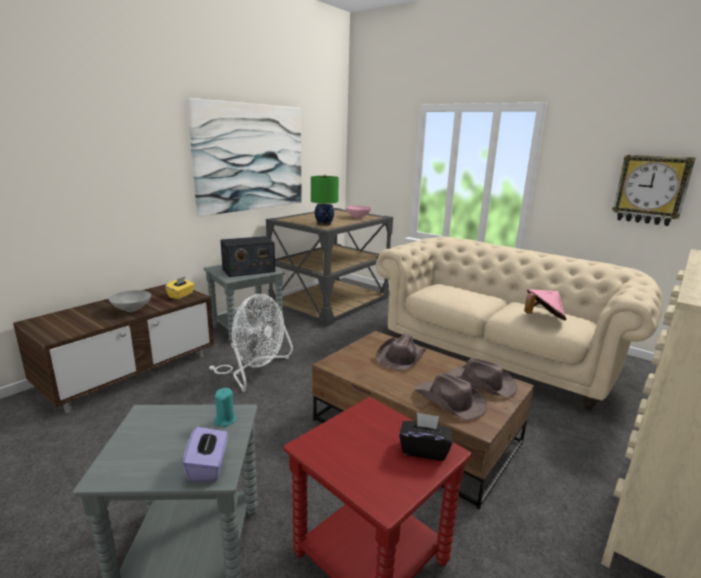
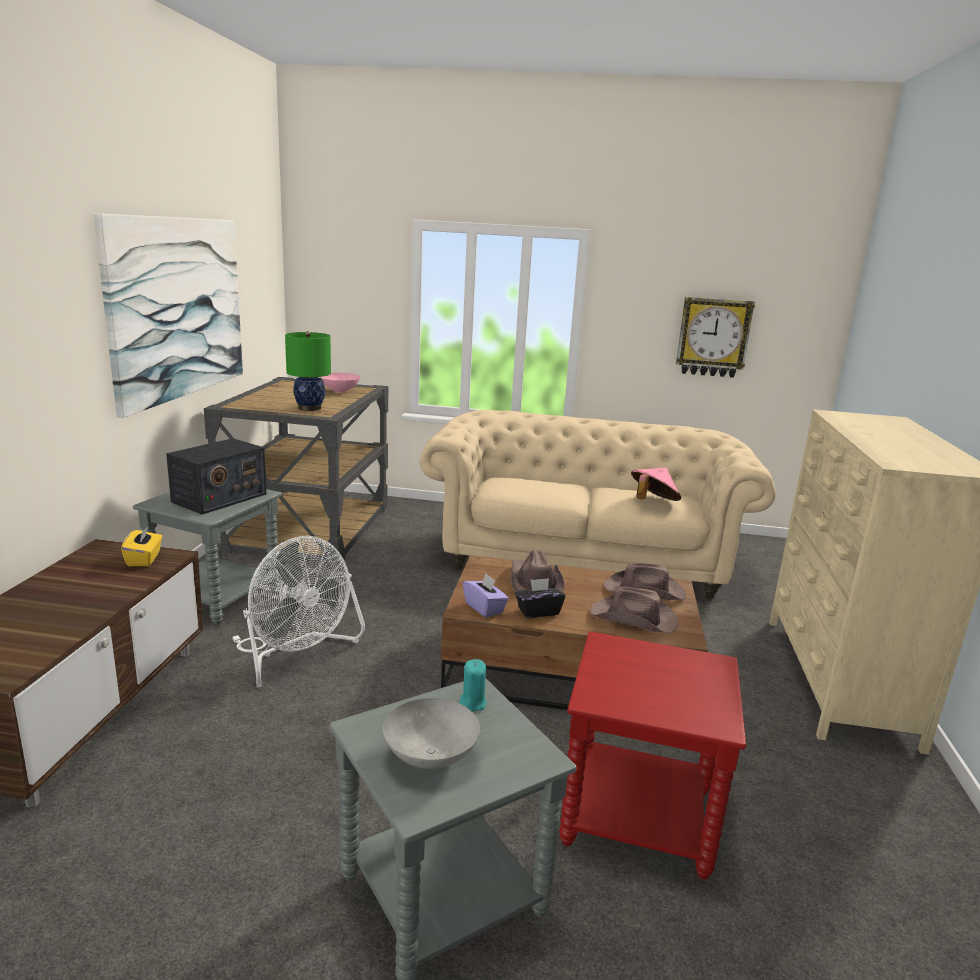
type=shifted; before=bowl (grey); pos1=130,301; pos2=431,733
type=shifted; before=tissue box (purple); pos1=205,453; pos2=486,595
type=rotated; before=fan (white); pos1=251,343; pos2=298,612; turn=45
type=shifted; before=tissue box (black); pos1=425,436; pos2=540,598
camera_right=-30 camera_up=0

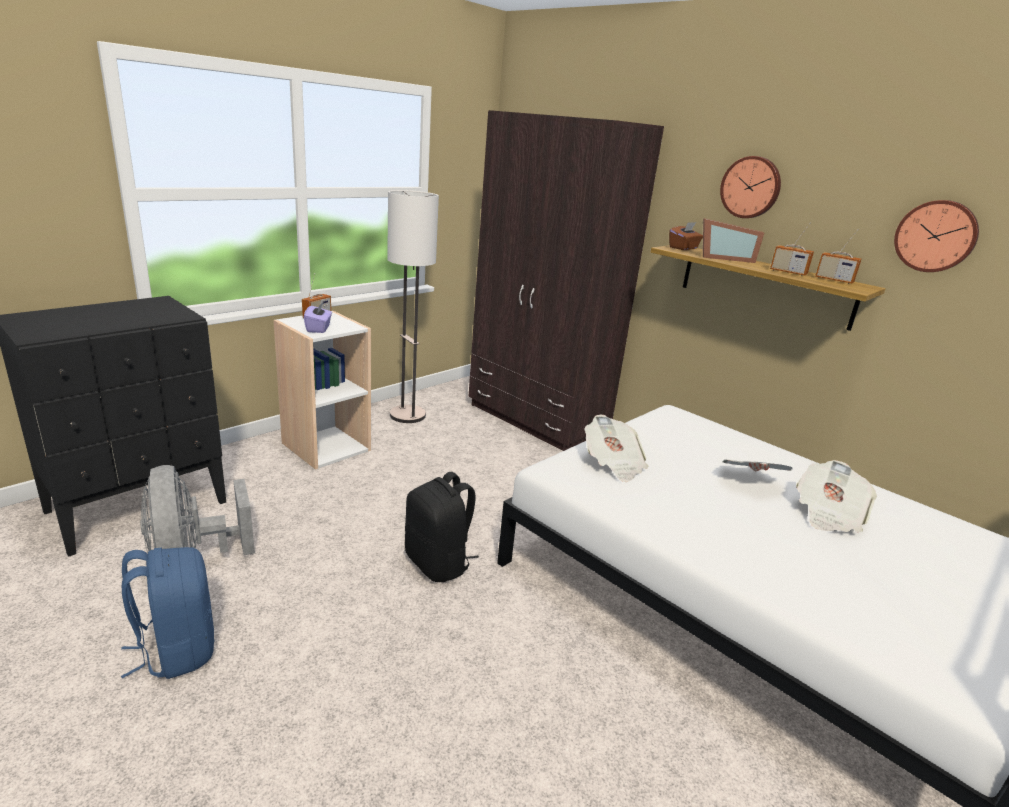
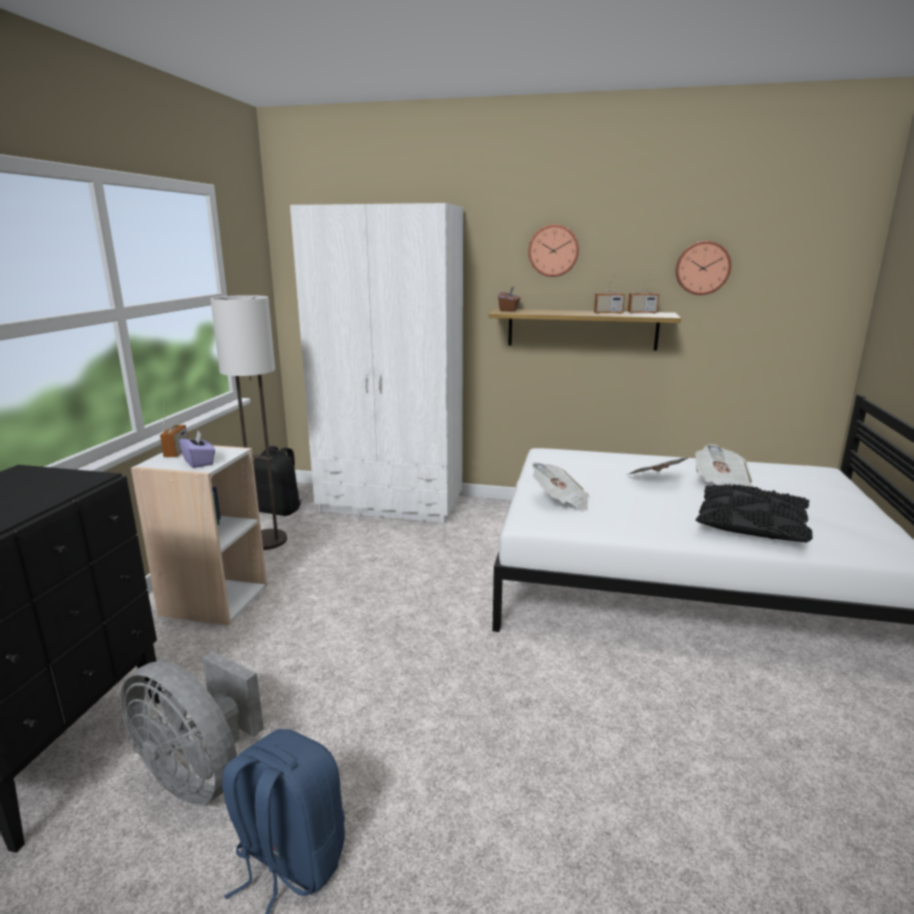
type=shifted; before=backpack (black); pos1=442,527; pos2=277,481
type=repainted; before=wardrobe (brown); after=wardrobe (white); pos1=566,280; pos2=376,363
type=gone; before=picture frame; pos1=733,240
type=new; after=pillow (black); pos2=754,513
camera_right=-30 camera_up=-5

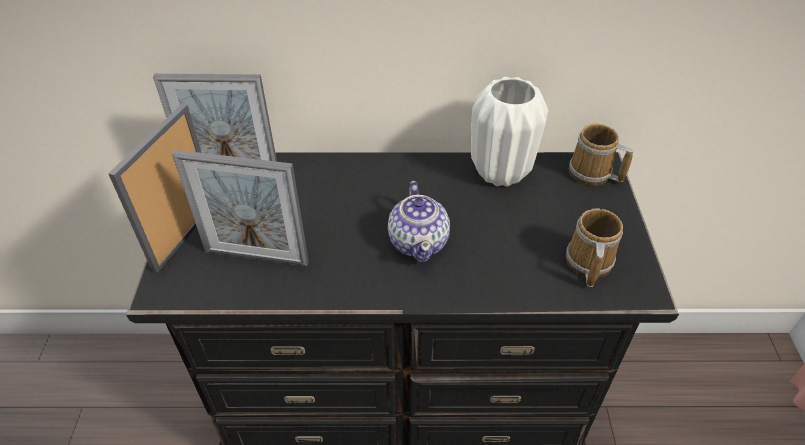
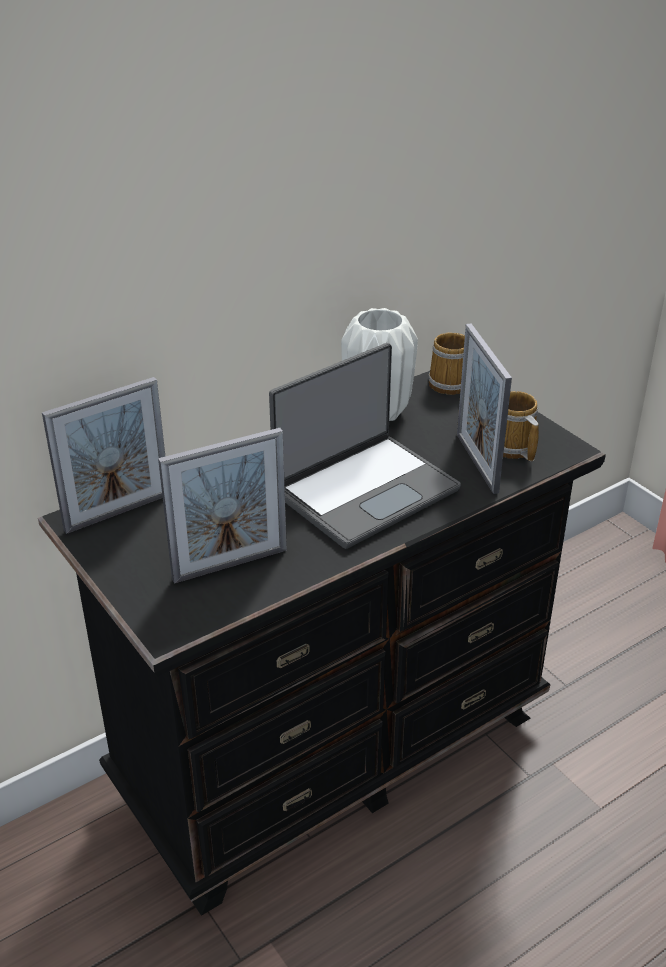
type=shifted; before=picture frame; pos1=155,188; pos2=484,409
type=swapped; before=teapot; after=laptop; pos1=419,221; pos2=365,446
camera_right=-35 camera_up=-10

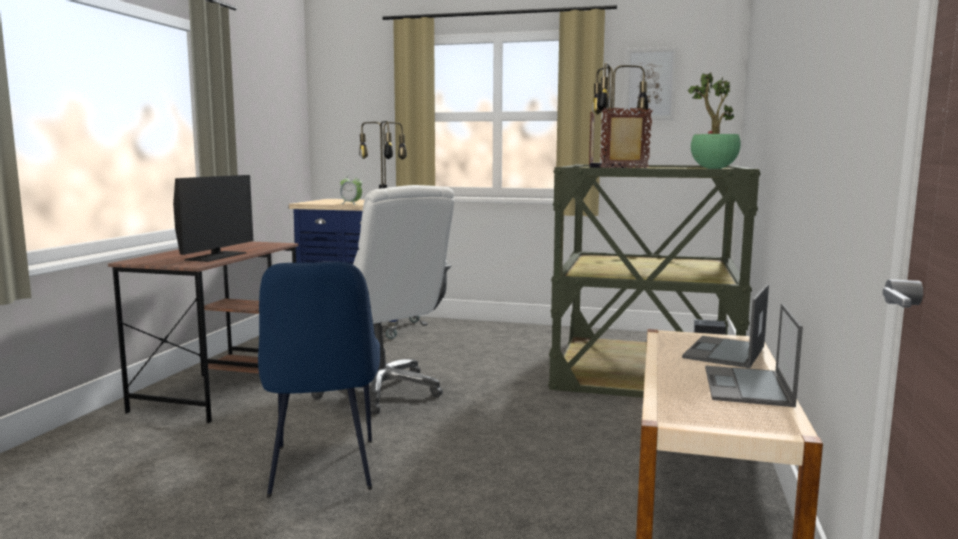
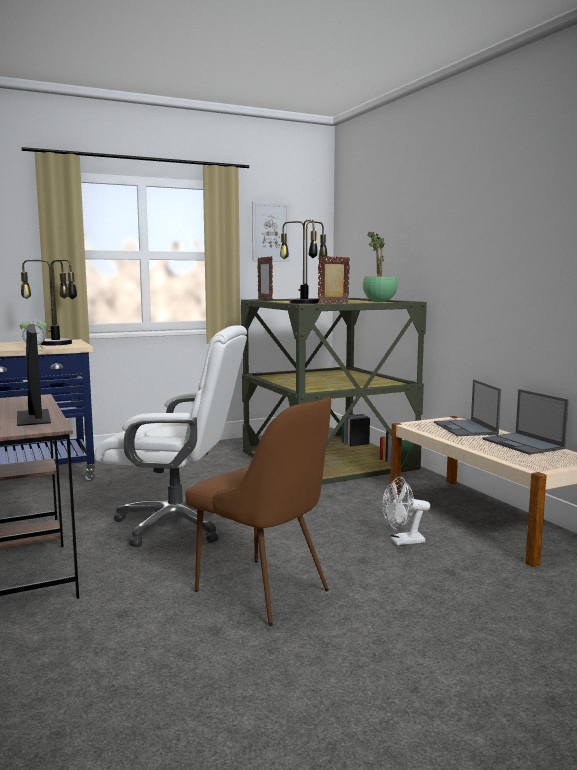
type=repainted; before=chair (blue); after=chair (brown); pos1=319,380; pos2=258,511
type=new; after=fan (white); pos2=406,511
camera_right=-40 camera_up=0

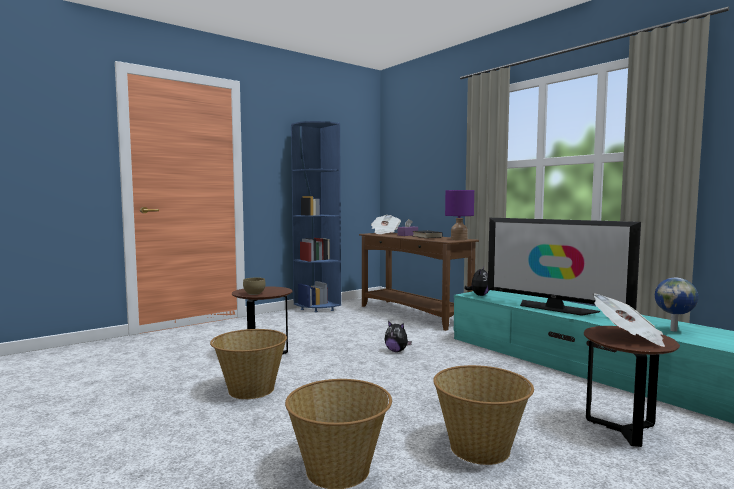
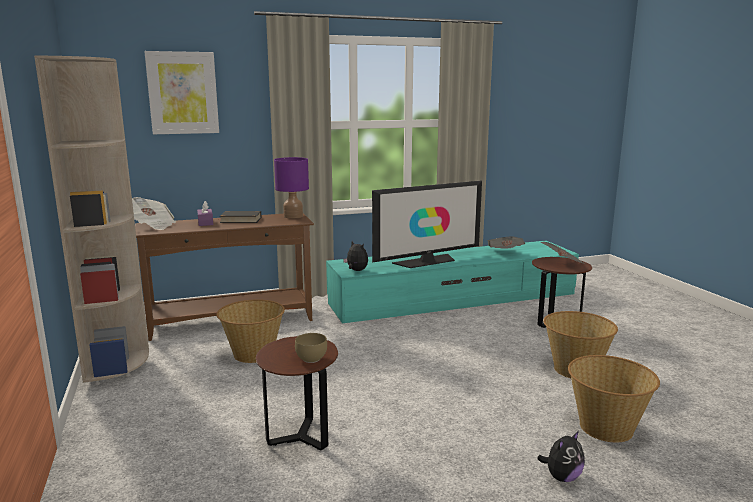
type=shifted; before=basket; pos1=248,364; pos2=250,331
type=repainted; before=bookcase (blue); after=bookcase (beige); pos1=316,216; pos2=91,220
type=shifted; before=plush toy; pos1=398,336; pos2=561,456
type=swapped; before=globe; after=newspaper; pos1=676,305; pos2=506,242
type=new; after=picture; pos2=181,92
camera_right=-70 camera_up=10

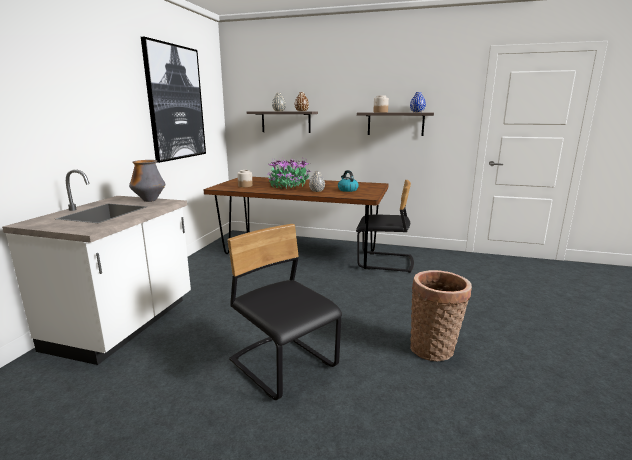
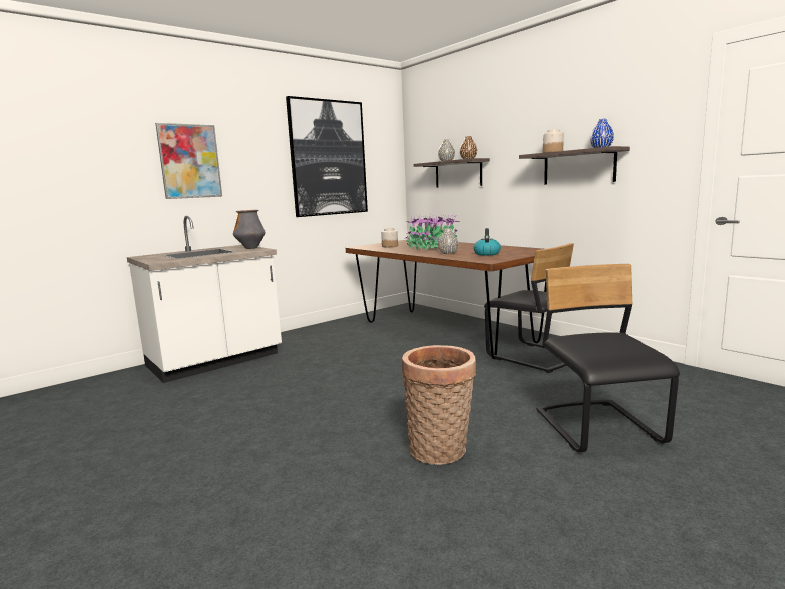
type=shifted; before=chair (black); pos1=284,312; pos2=608,358
type=new; after=picture; pos2=188,161
camera_right=35 camera_up=-5

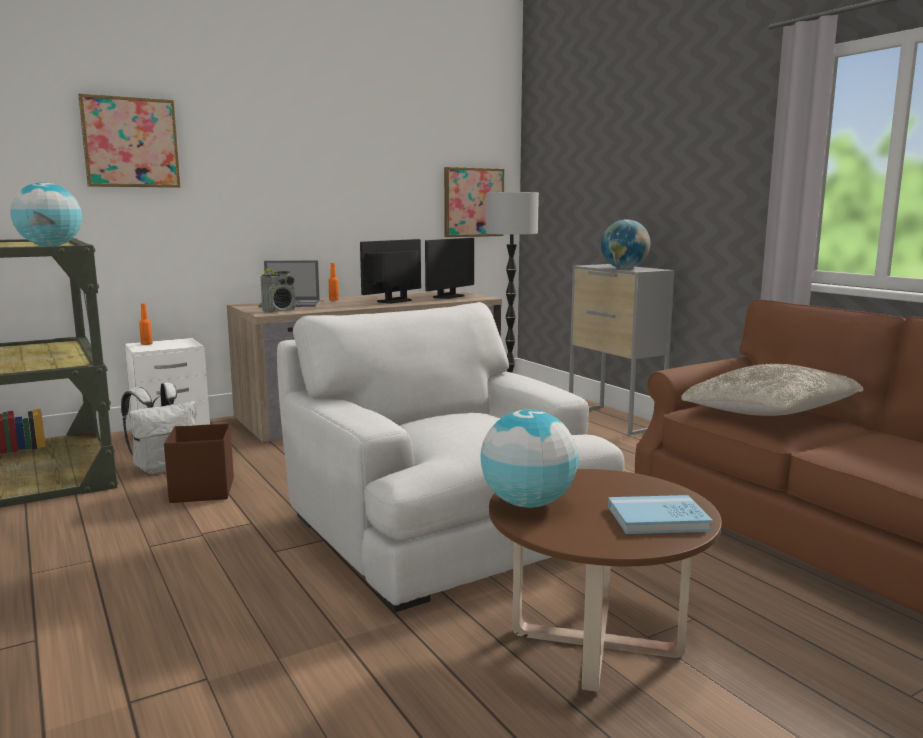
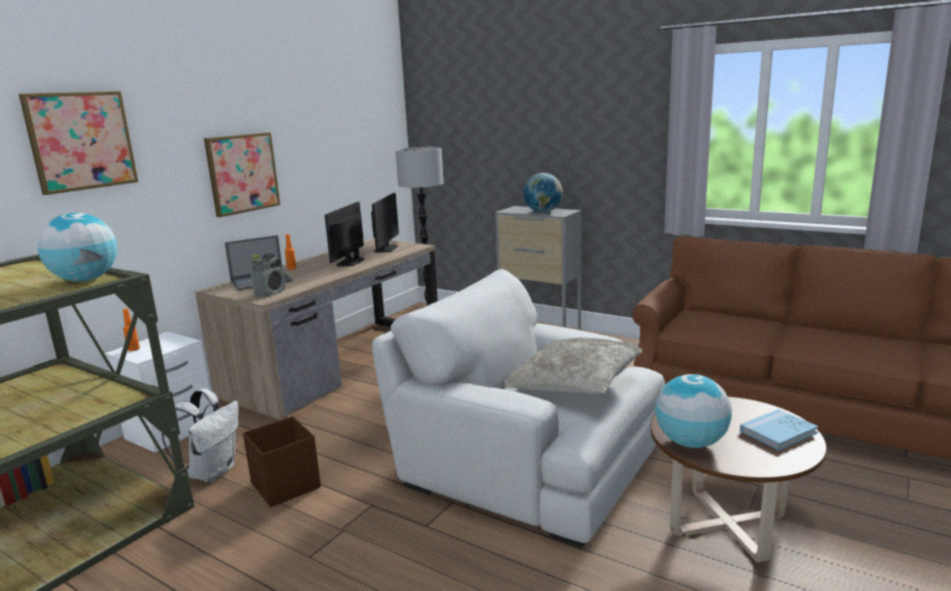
type=shifted; before=picture; pos1=474,202; pos2=242,174
type=shifted; before=pillow (beige); pos1=772,389; pos2=573,366
camera_right=-25 camera_up=5

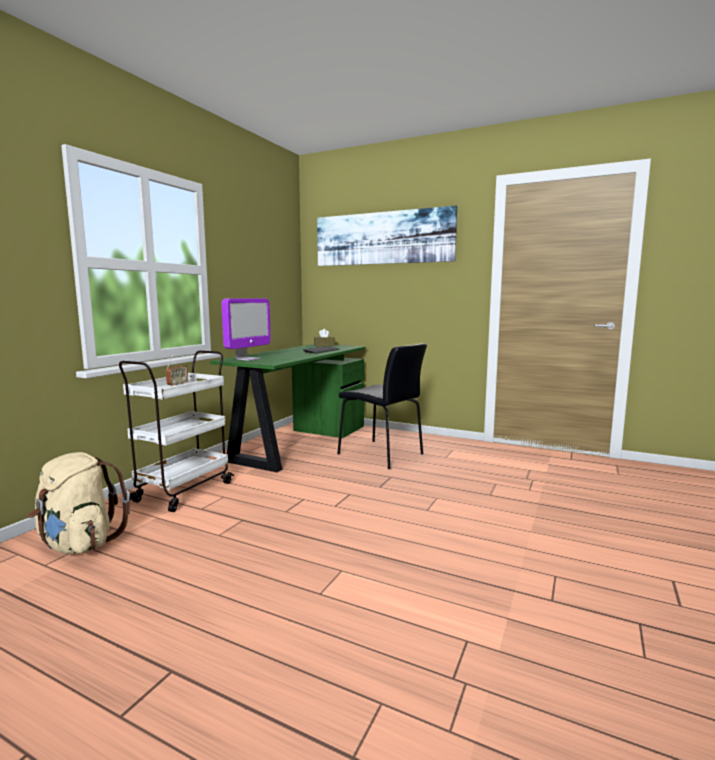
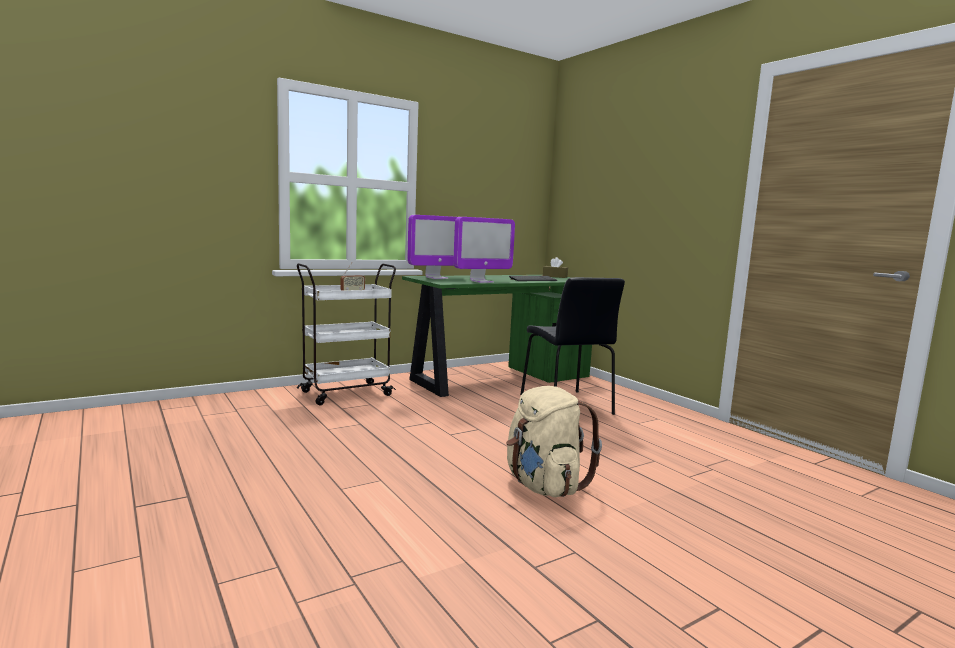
type=shifted; before=backpack (beige); pos1=79,503; pos2=554,441
type=gone; before=picture; pos1=387,236
type=new; after=monitor; pos2=484,250
camera_right=30 camera_up=0

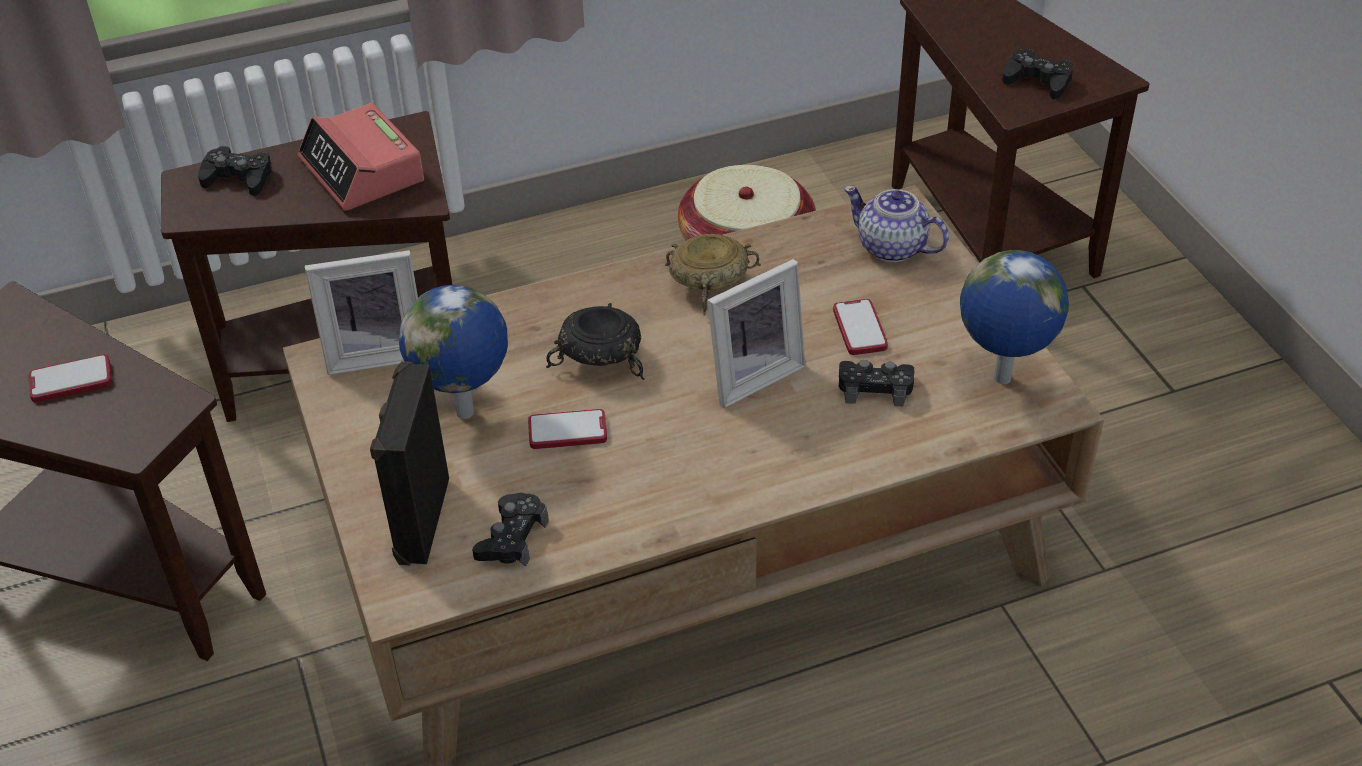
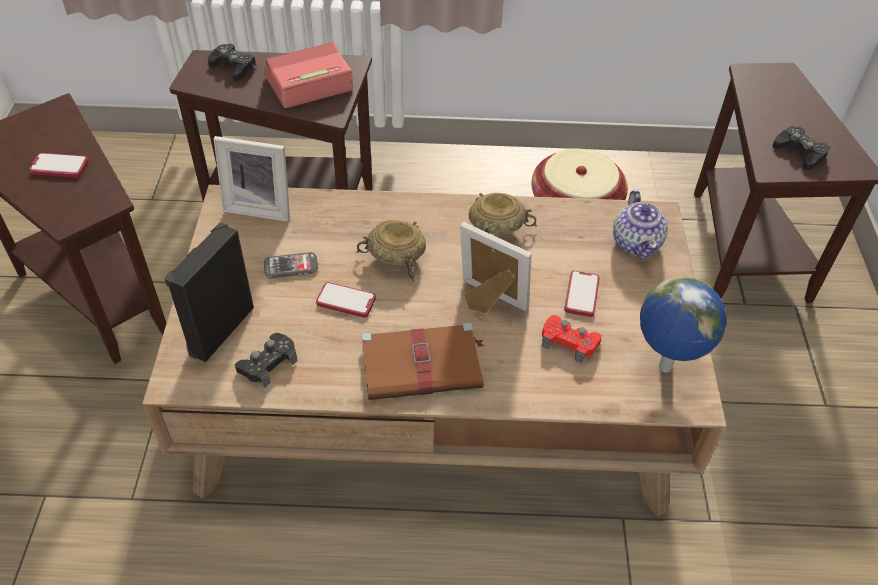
type=rotated; before=alarm clock; pos1=361,157; pos2=308,75; turn=75
type=swapped; before=globe; after=phone; pos1=453,352; pos2=291,265
type=repainted; before=bowl (black); after=bowl (beige); pos1=595,341; pos2=391,251
type=rotated; before=picture frame; pos1=756,333; pos2=496,267; turn=-135
type=repainted; before=game controller (black); after=game controller (red); pos1=877,383; pos2=572,339
type=rotated; before=teapot; pos1=896,224; pos2=640,224; turn=-150
type=new; after=book (brown); pos2=423,361
camera_right=20 camera_up=5

